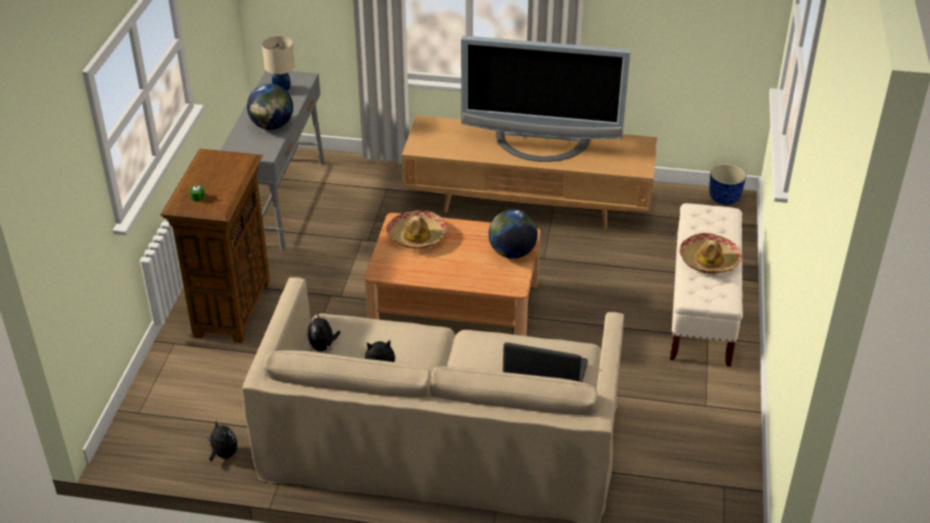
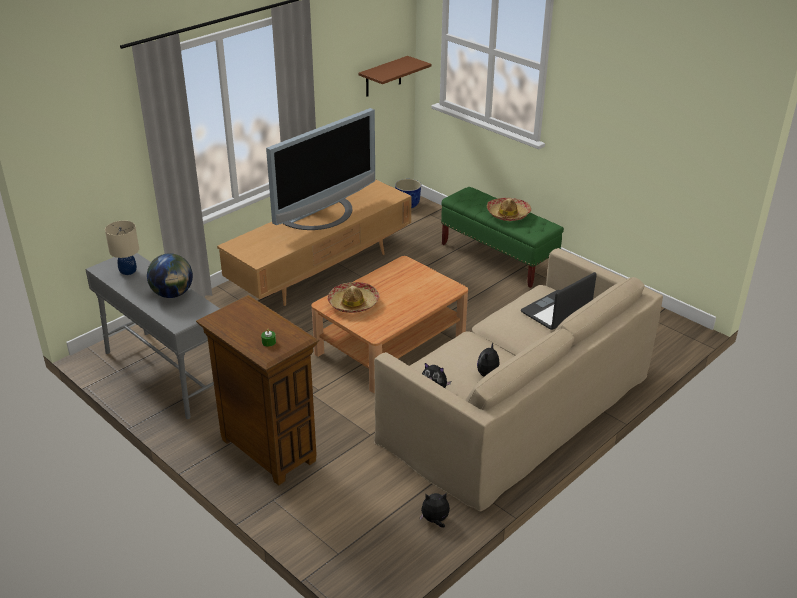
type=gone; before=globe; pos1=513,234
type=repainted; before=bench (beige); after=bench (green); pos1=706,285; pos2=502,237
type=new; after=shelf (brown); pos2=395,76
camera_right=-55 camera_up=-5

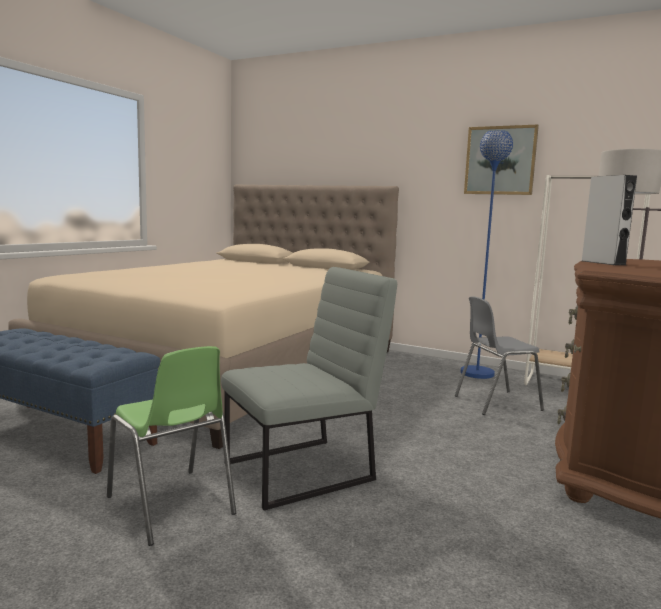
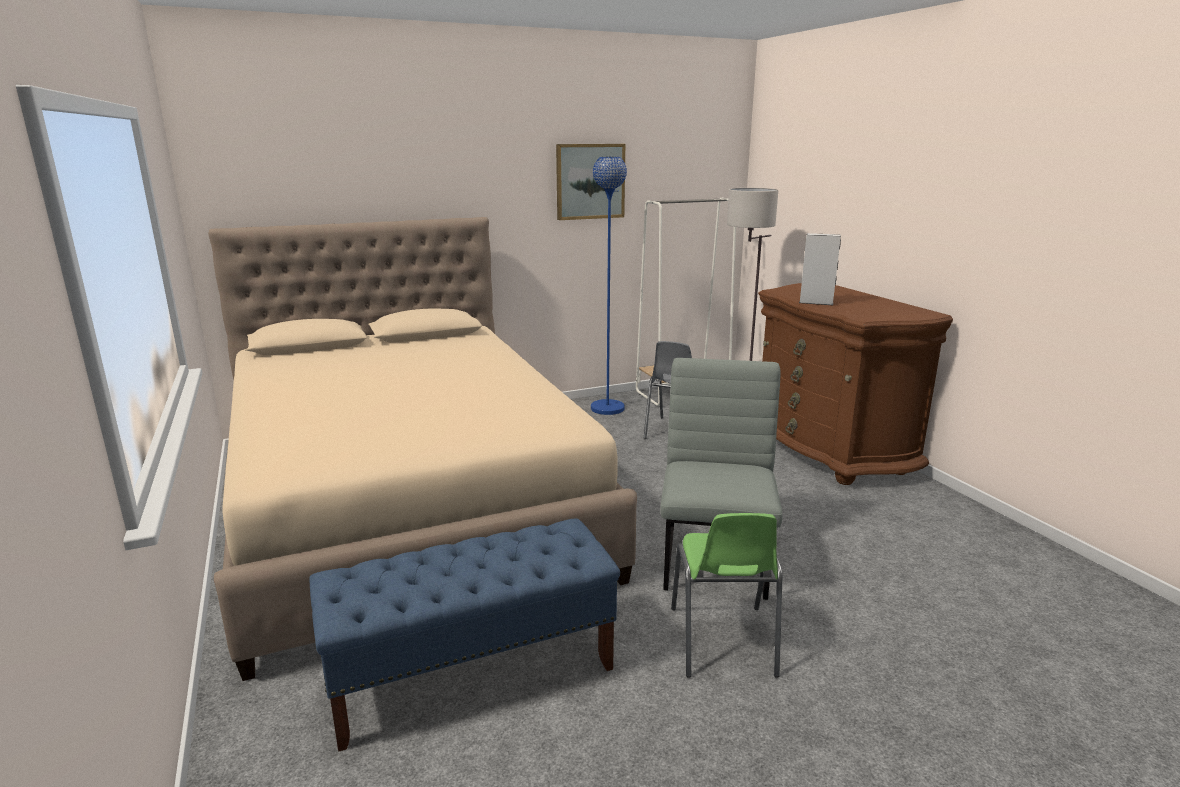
type=rotated; before=chair (green); pos1=171,446; pos2=726,595; turn=90
camera_right=-50 camera_up=10

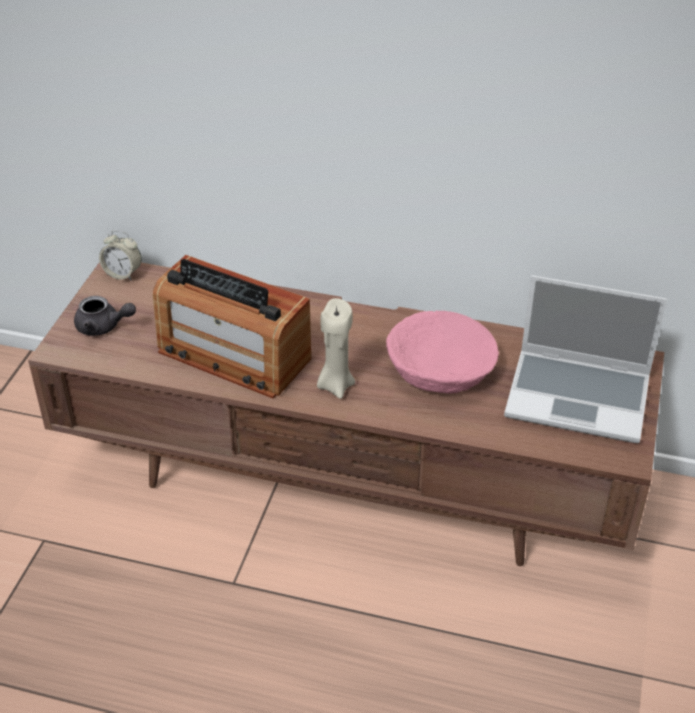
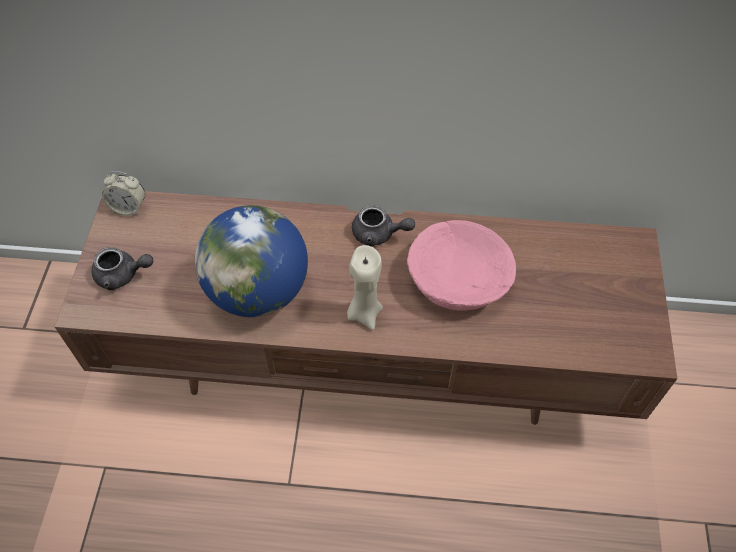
type=swapped; before=radio; after=globe; pos1=232,327; pos2=251,261
type=gone; before=laptop; pos1=585,359
type=new; after=teapot (grey); pos2=383,226
camera_right=-10 camera_up=15

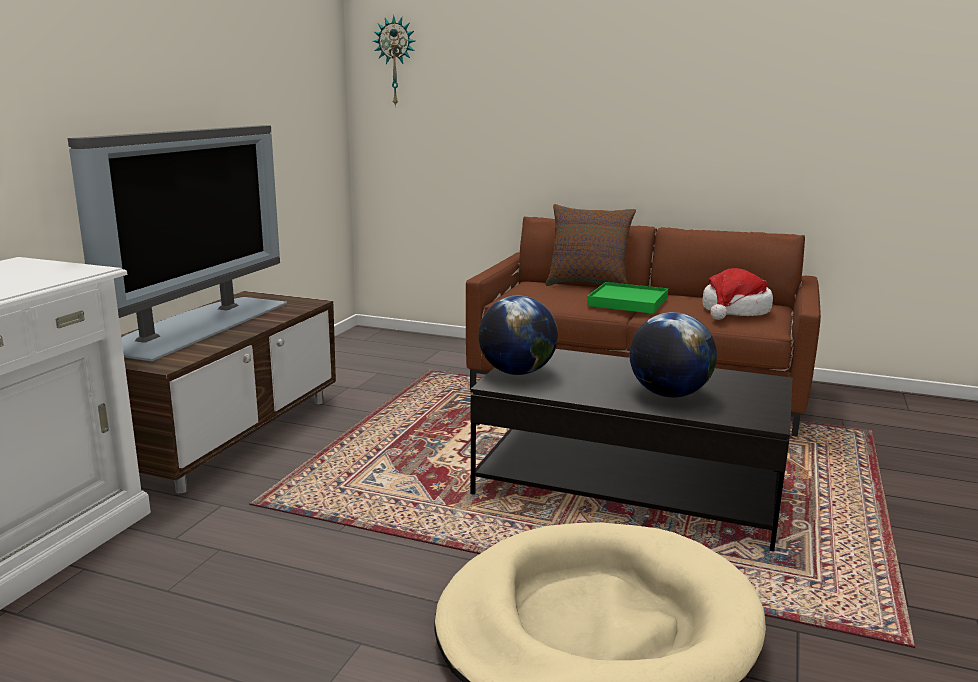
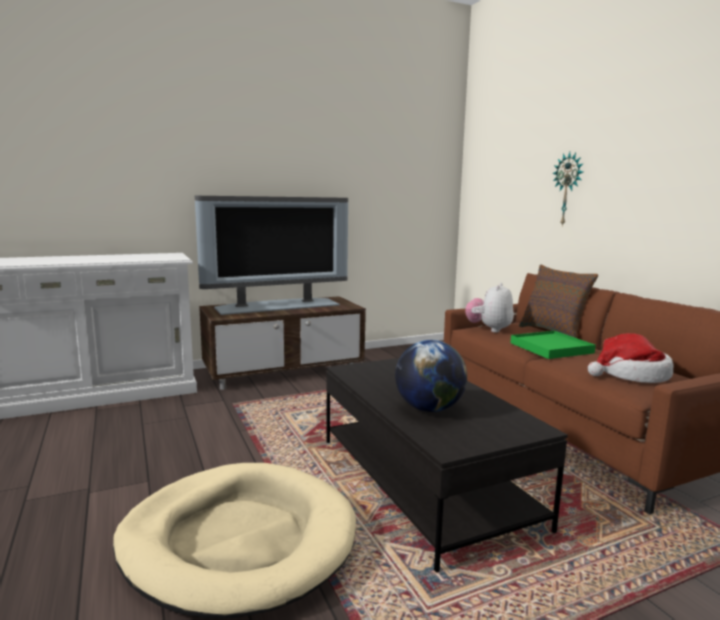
type=shifted; before=wall clock; pos1=394,61; pos2=568,189
type=gone; before=globe; pos1=518,335
type=new; after=plush toy; pos2=489,307
camera_right=45 camera_up=-5

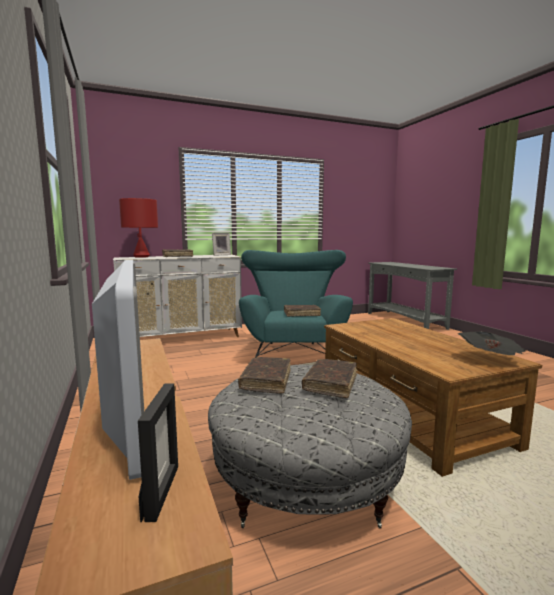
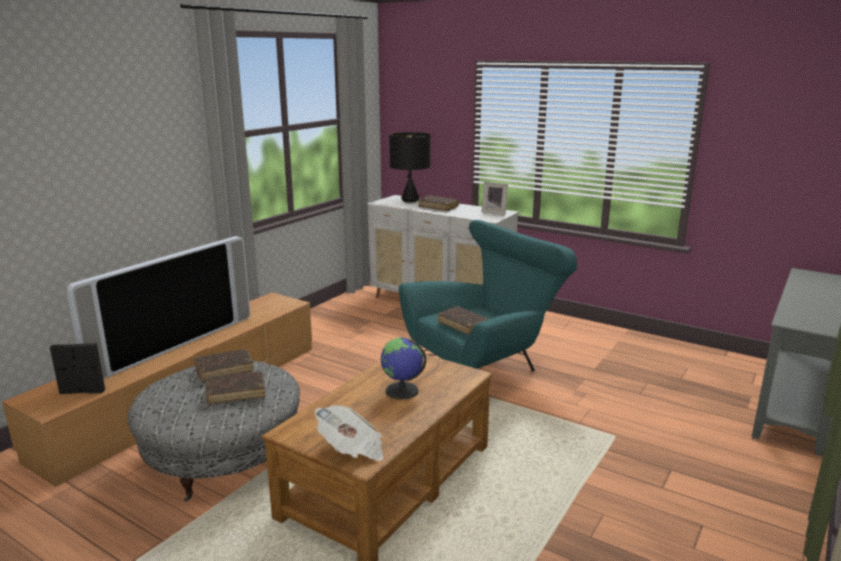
type=repainted; before=table lamp (red); after=table lamp (black); pos1=138,228; pos2=410,167
type=rotated; before=picture frame; pos1=158,452; pos2=77,368; turn=-150
type=new; after=globe; pos2=403,368
camera_right=55 camera_up=10

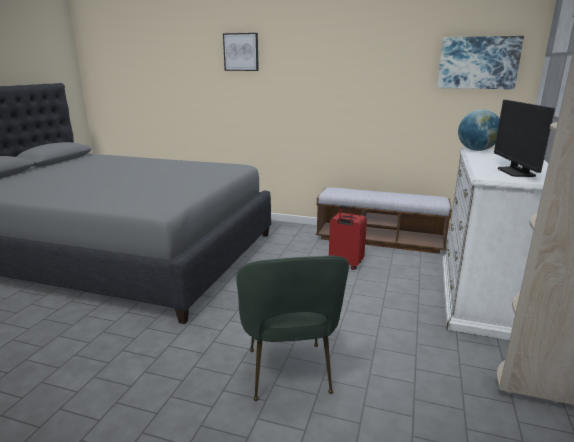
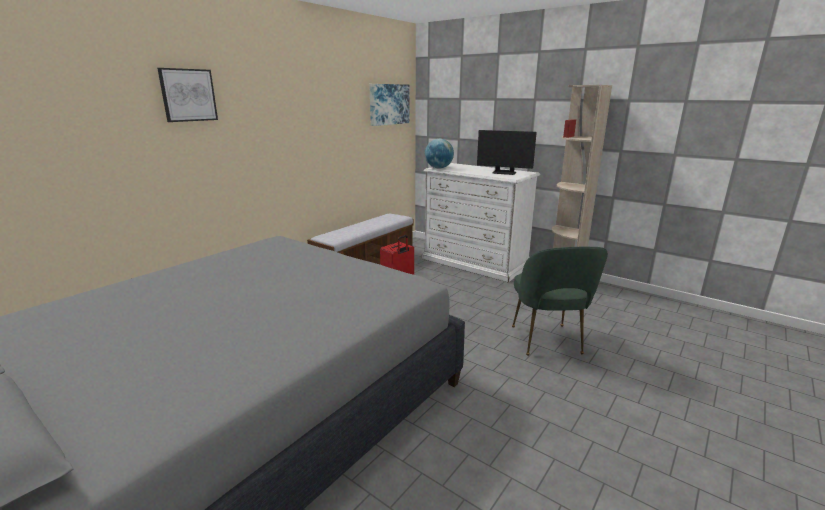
type=rotated; before=chair (green); pos1=292,328; pos2=560,301; turn=75
camera_right=-70 camera_up=0

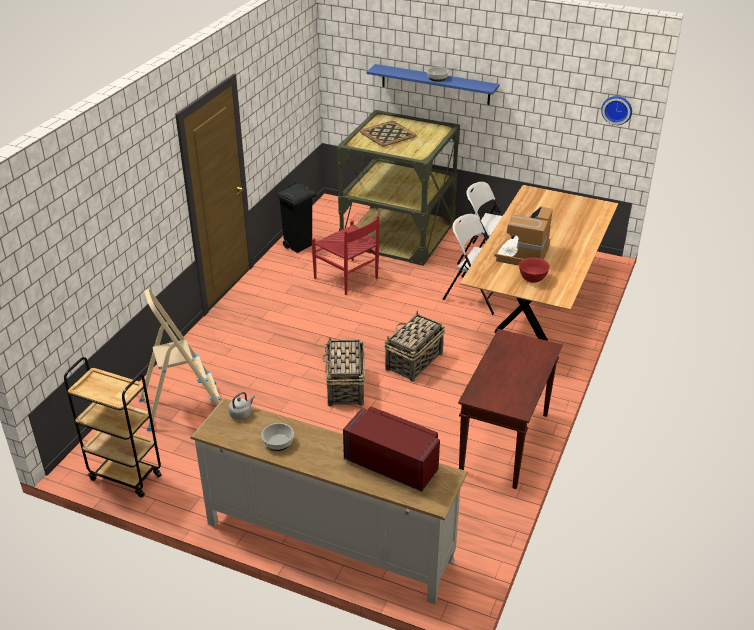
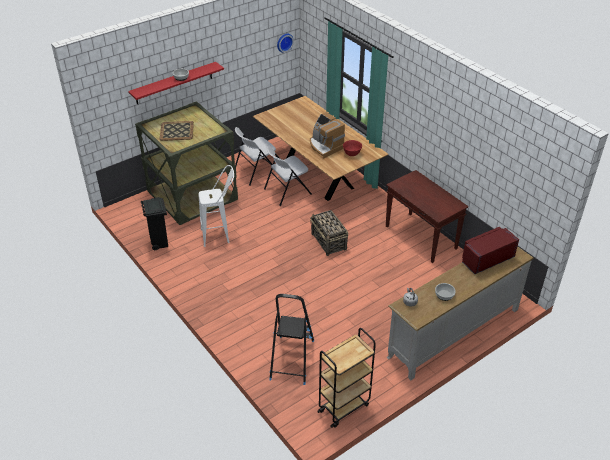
type=repainted; before=step ladder (beige); after=step ladder (black); pos1=179,360; pos2=291,339
type=swapped; before=chair (red); after=stool (white); pos1=345,255; pos2=216,206
type=gone; before=basket; pos1=343,371
type=repainted; before=shelf (blue); after=shelf (red); pos1=432,84; pos2=176,83
camera_right=-60 camera_up=5

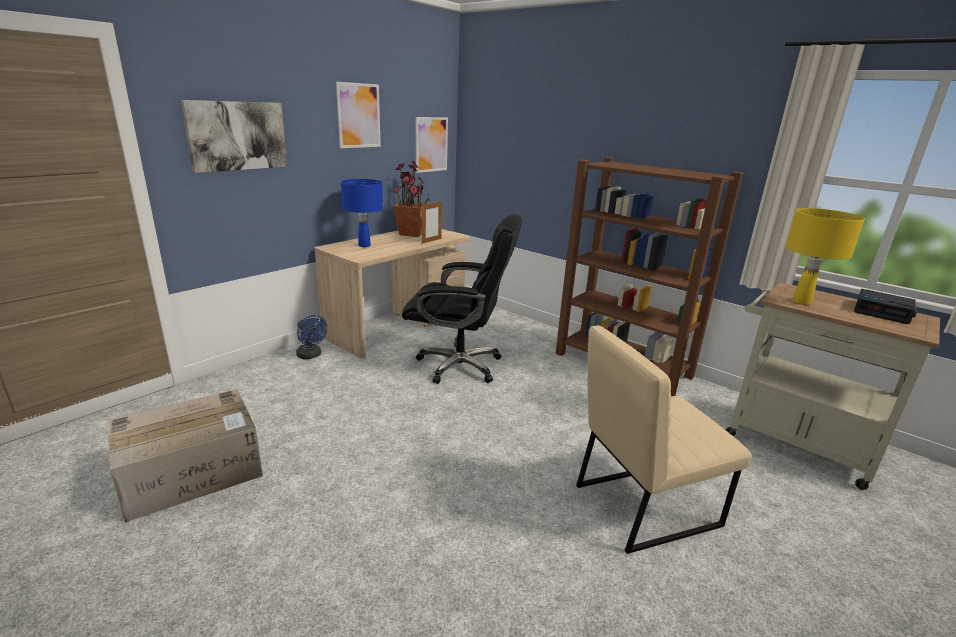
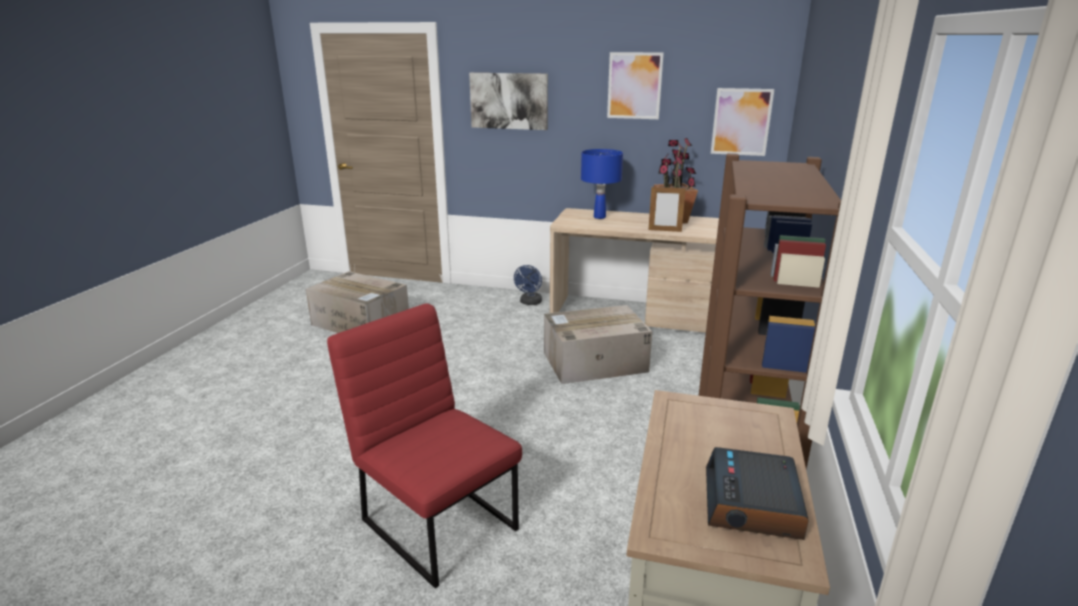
type=swapped; before=office chair (black); after=cardboard box; pos1=462,299; pos2=598,344
type=repainted; before=chair (beige); after=chair (red); pos1=663,439; pos2=424,445
type=gone; before=table lamp (yellow); pos1=825,256
camera_right=65 camera_up=0

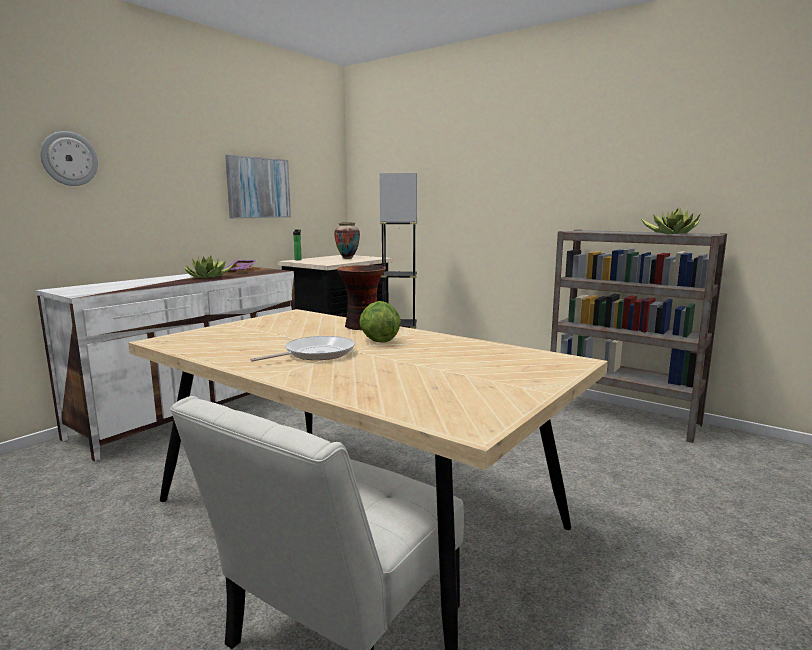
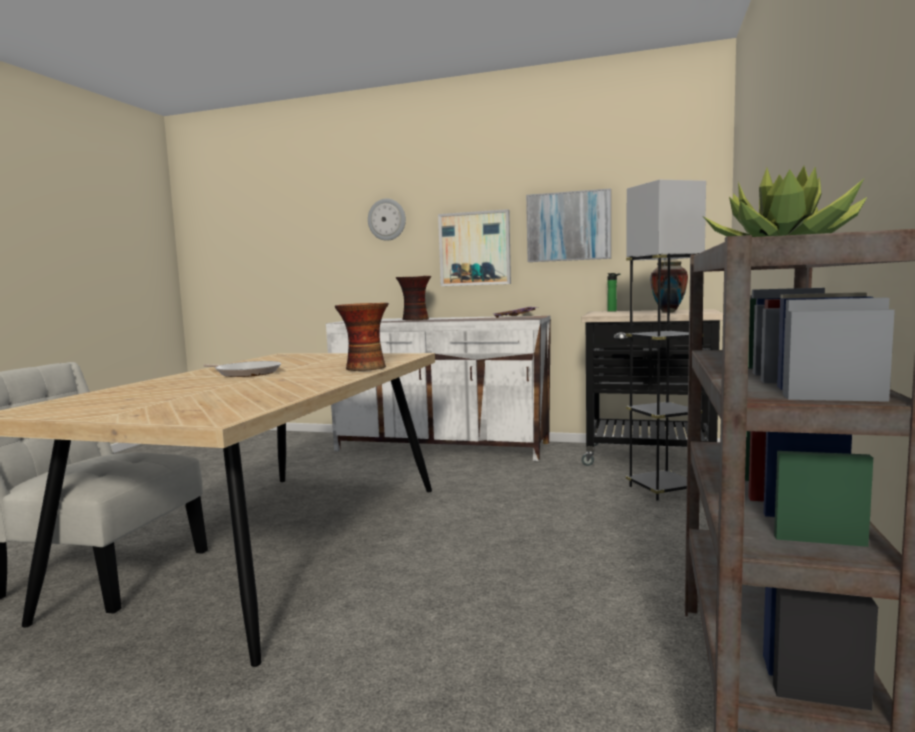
type=gone; before=potted plant; pos1=208,266
type=gone; before=lettuce; pos1=380,322
type=new; after=vase; pos2=413,298
type=new; after=picture; pos2=474,247
camera_right=70 camera_up=-5

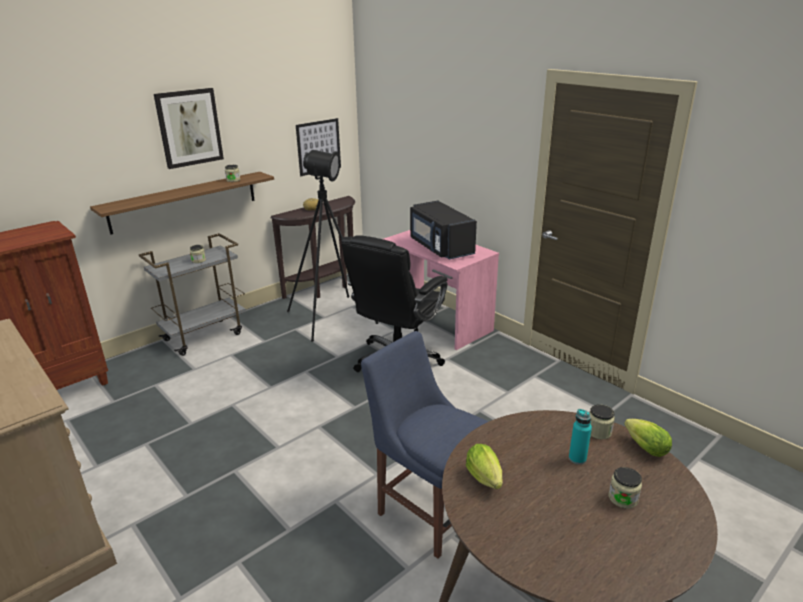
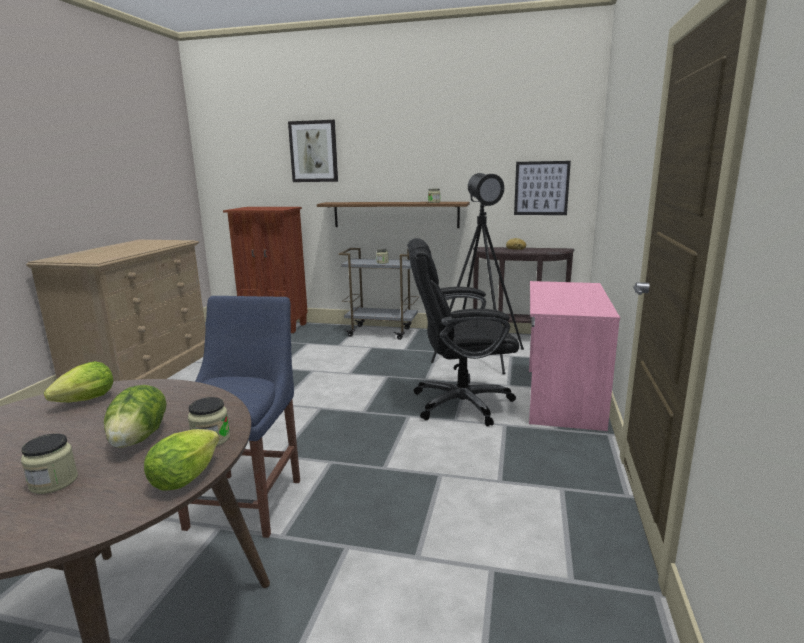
type=shifted; before=picture; pos1=189,128; pos2=313,151
type=gone; before=microwave (black); pos1=443,230
type=swapped; before=bottle (turquoise); after=lettuce; pos1=580,437; pos2=135,416
camera_right=55 camera_up=-10

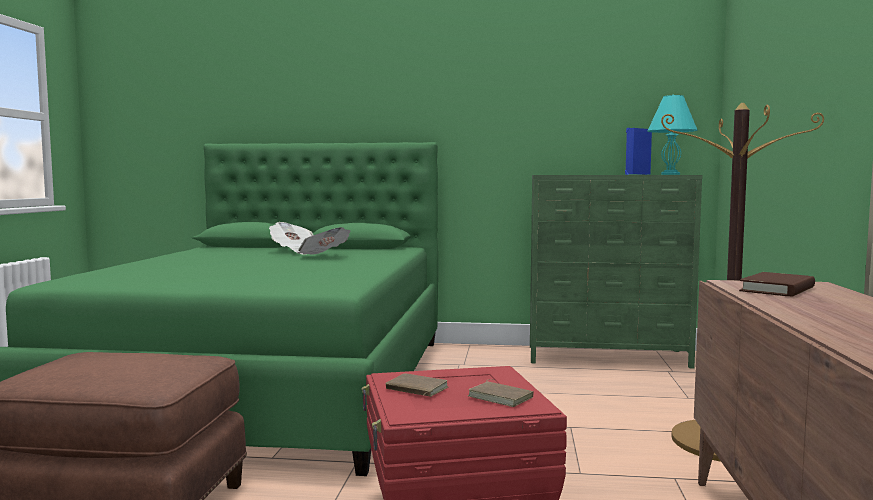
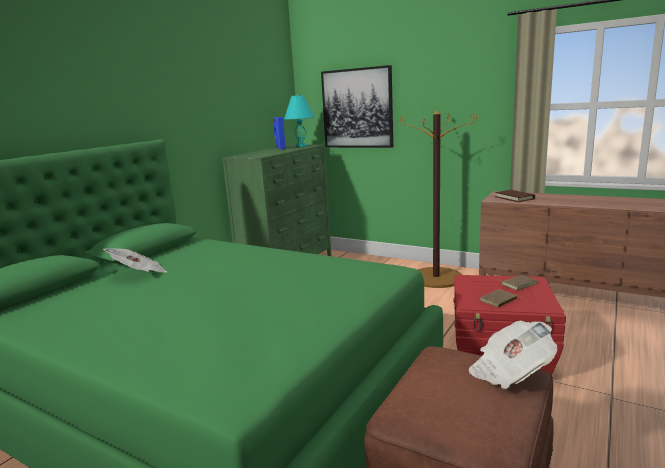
type=shifted; before=newspaper; pos1=324,241; pos2=513,355
type=new; after=picture; pos2=357,106
camera_right=-65 camera_up=10

